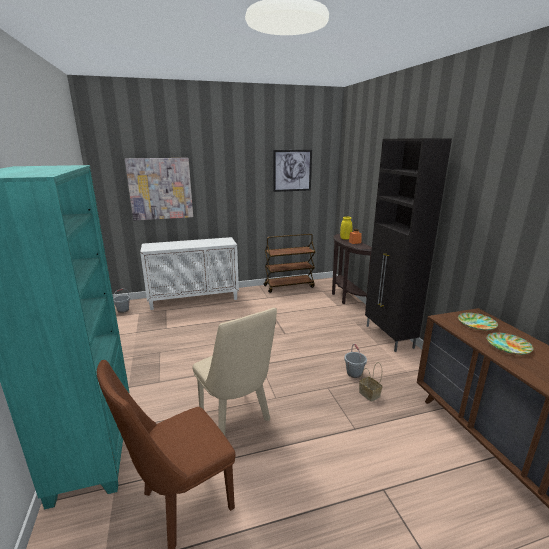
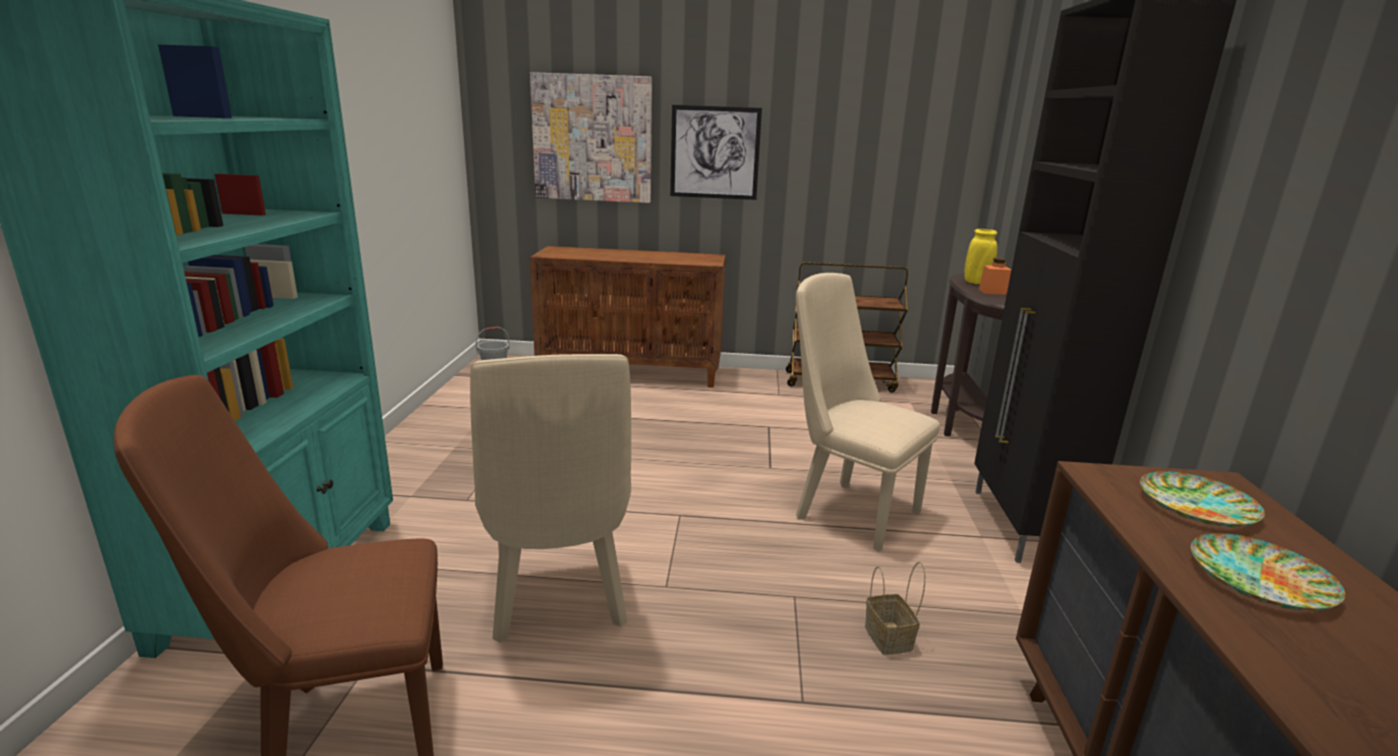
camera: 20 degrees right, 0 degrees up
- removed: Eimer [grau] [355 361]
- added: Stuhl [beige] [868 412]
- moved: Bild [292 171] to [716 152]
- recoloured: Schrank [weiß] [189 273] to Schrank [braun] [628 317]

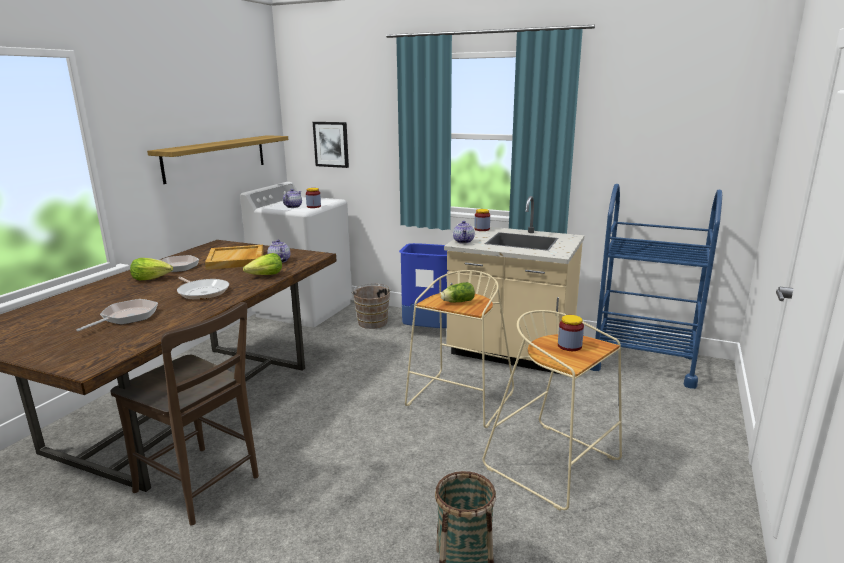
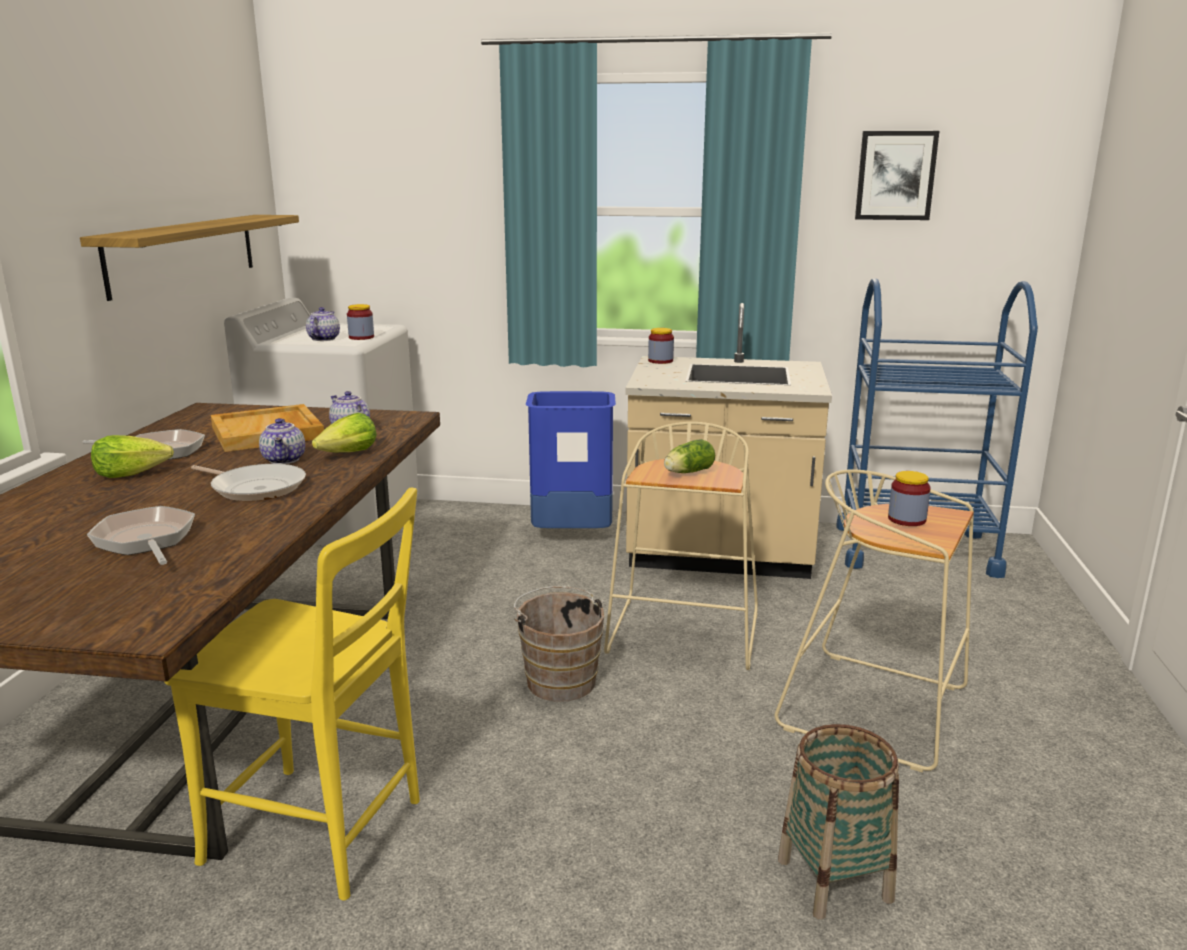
camera: 15 degrees left, 0 degrees up
- moved: Bild [331 145] to [897 175]
- moved: Eimer [braun] [371 306] to [559 644]
- moved: Teekanne [464 232] to [282 441]
- recoloured: Stuhl [braun] [184 414] to Stuhl [gelb] [292 694]
- turned: Pfanne [117 315] = [141 535] 45 degrees counterclockwise

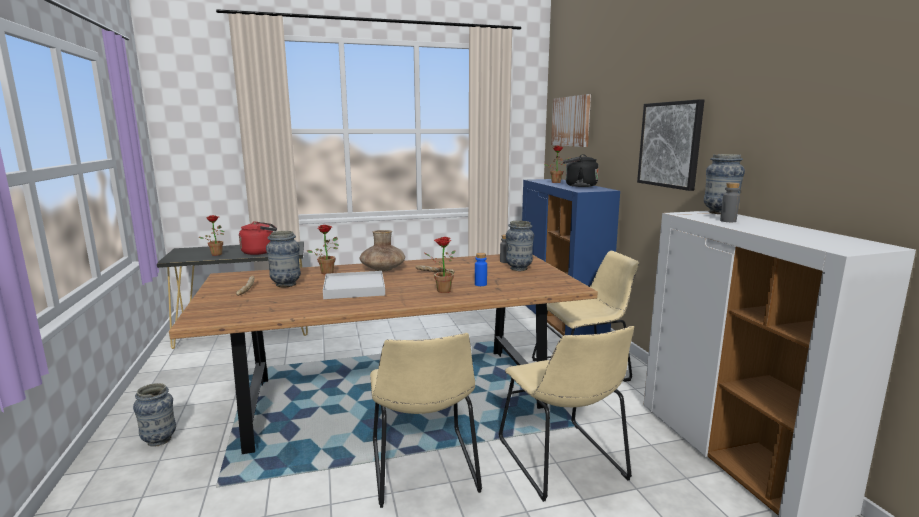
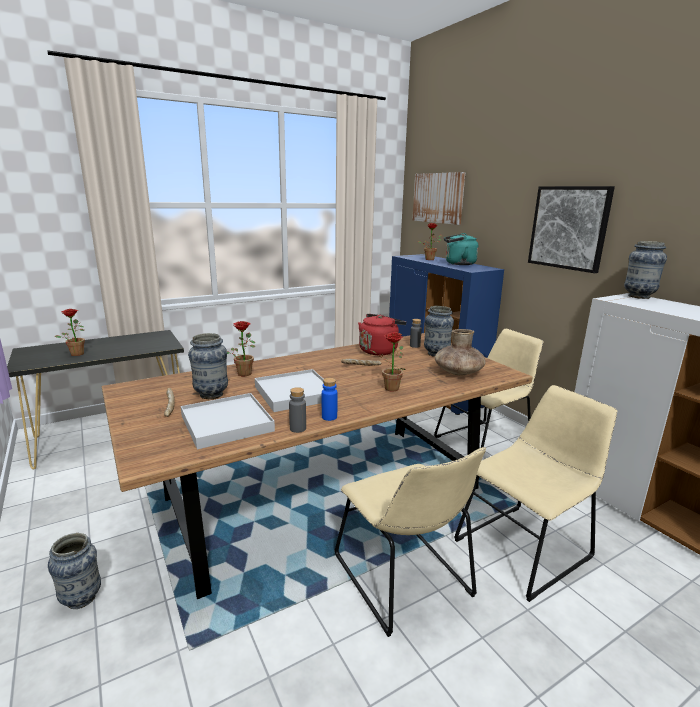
camera: 15 degrees left, 5 degrees up
- added: Tablett [weiß] [228 421]
- moved: Wasserkessel [rot] [258 238] to [382 334]
- moved: Vase [braun] [382 250] to [460 352]
- moved: Flasche [blau] [481 269] to [330 399]
- moved: Flasche [grau] [730 202] to [297 410]
- recoloured: Wasserkessel [schwarz] [581 170] to Wasserkessel [türkis] [461 249]
- turned: Stuhl [beige] [566 414] = [535 493] 90 degrees counterclockwise

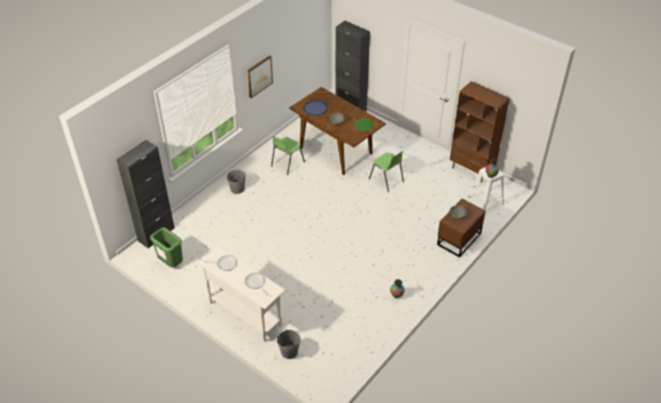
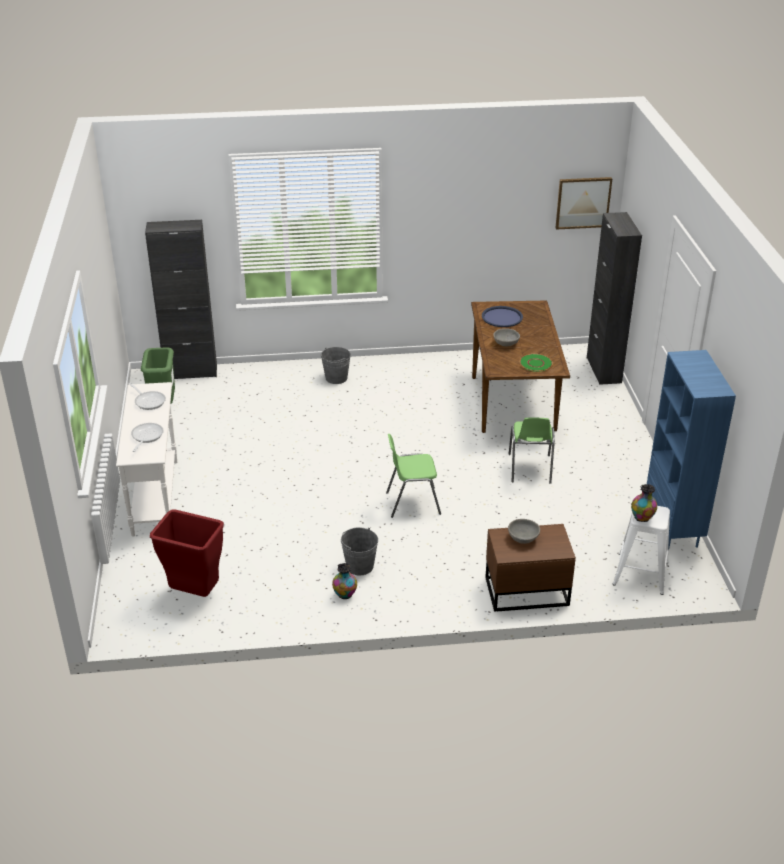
camera: 45 degrees right, 10 degrees down
- added: Mülleimer [rot] [187 553]
- moved: Bild [260 76] to [583 203]
- moved: Stuhl [grün] [288 155] to [413 476]
- moved: Eimer [grau] [288 344] to [359 551]
- recoloured: Bücherregal [braun] [480 132] to Bücherregal [blau] [691 450]

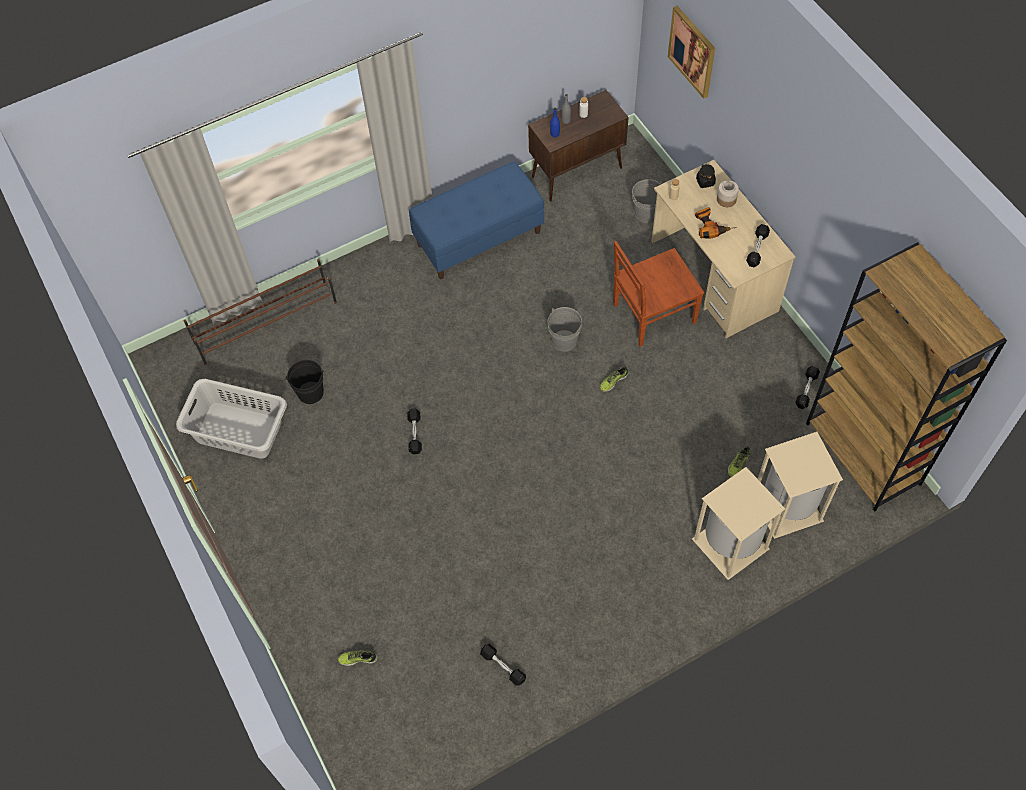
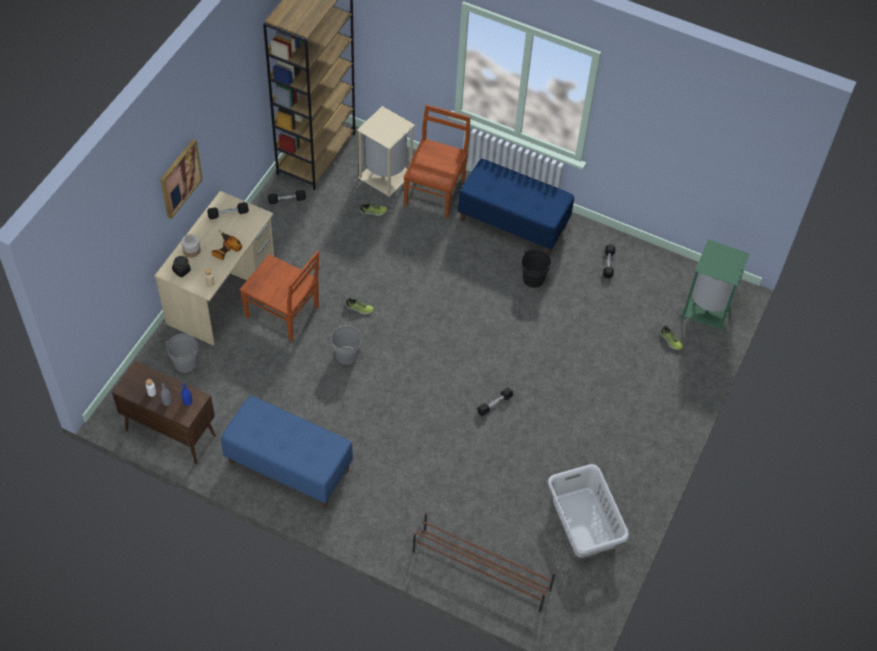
camera: 130 degrees left, 5 degrees down
- added: Bank [blau] [516 207]
- added: Mülleimer [grün] [715 284]
- moved: Eimer [schwarz] [305 382] to [536 268]
- moved: Bild [691 52] to [181 179]
- replaced: Mülleimer [beige] [738 523] to Stuhl [braun] [436 161]

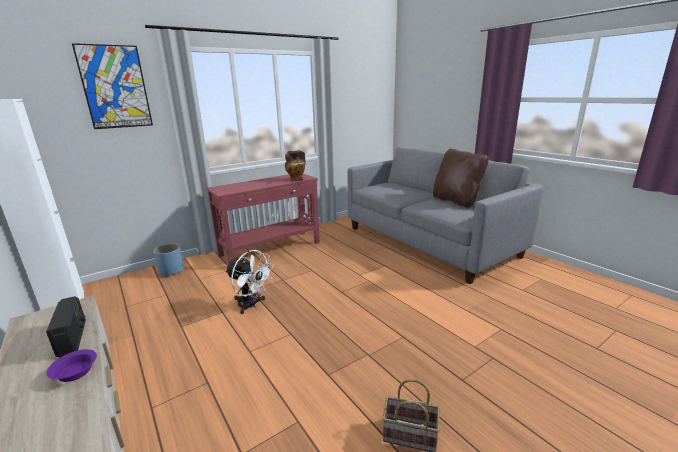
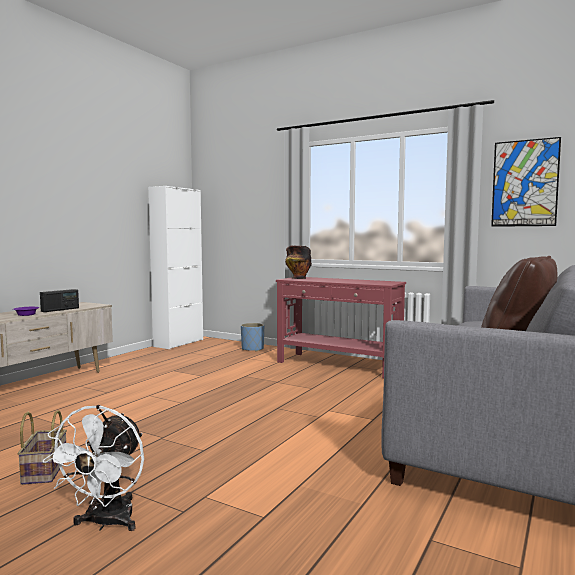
camera: 65 degrees right, 15 degrees down
- moved: Bild [112 86] to [526 182]
- moved: Ventilator [weiß] [249 282] to [93 468]
- moved: Vase [295 166] to [298 262]

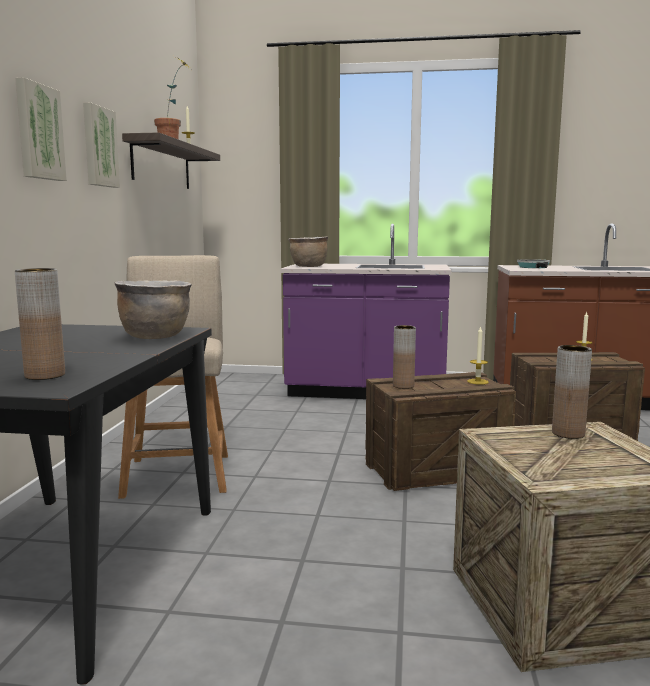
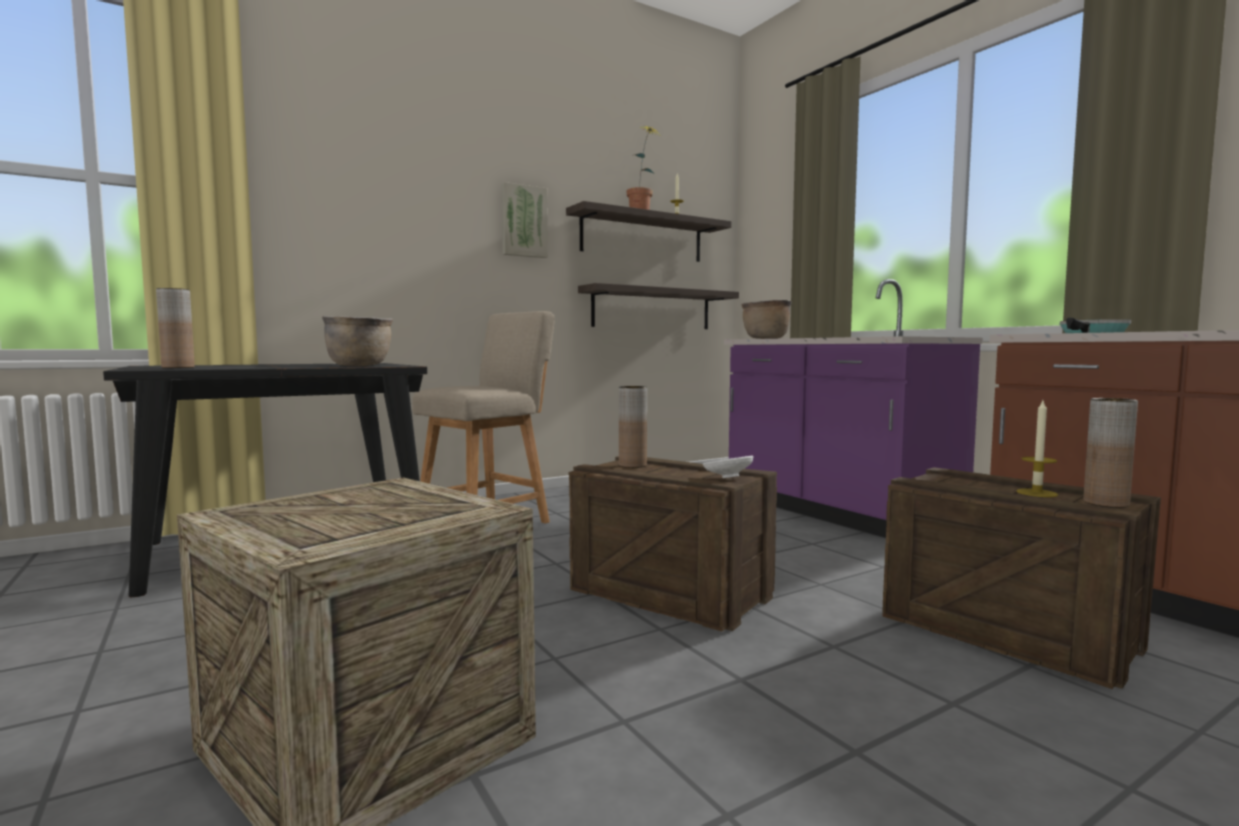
camera: 50 degrees right, 5 degrees down
- removed: Bild [41 129]
- added: Wandregal [658 306]
- moved: Vase [braun] [572 392] to [1111 453]
- replaced: Kerze [478 355] to Schüssel [weiß] [728 467]

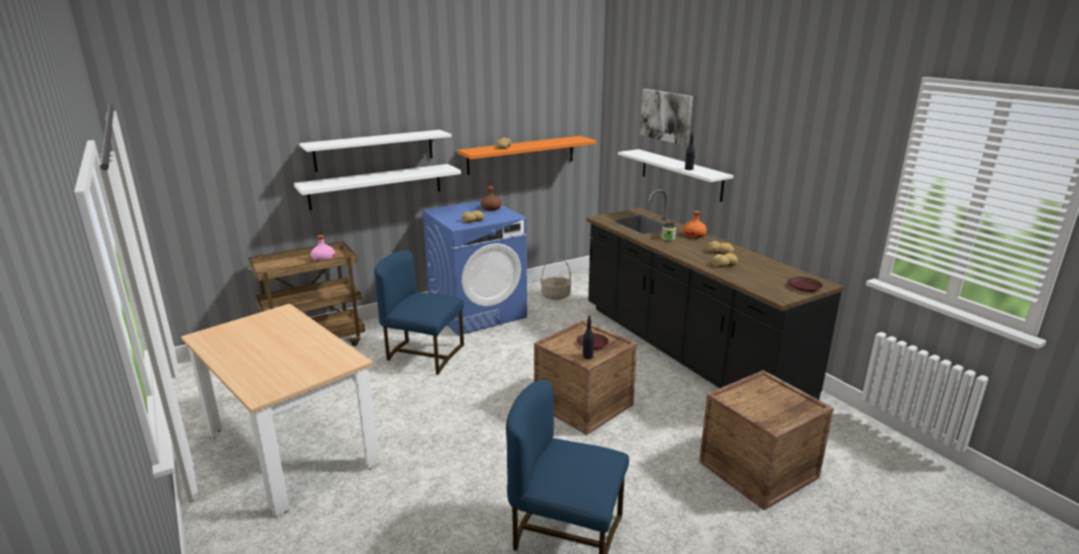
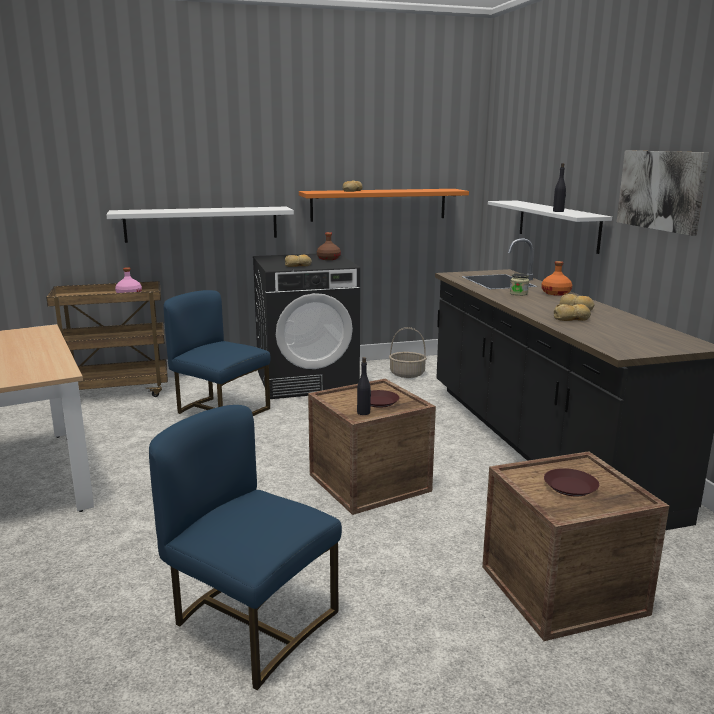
camera: 15 degrees right, 5 degrees down
- removed: Wandregal [weiß] [375 151]
- moved: Bild [666 117] to [663 193]
- moved: Teller [braun] [805 284] to [571 482]
- recoloured: Waschmaschine [blau] [474 268] to Waschmaschine [schwarz] [306 326]

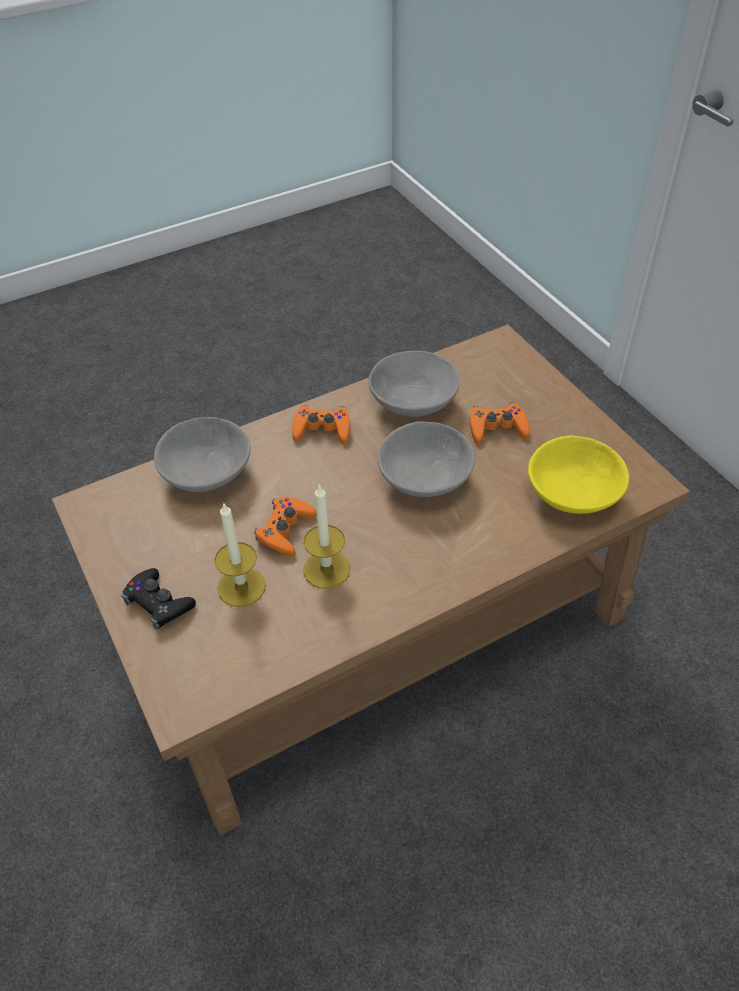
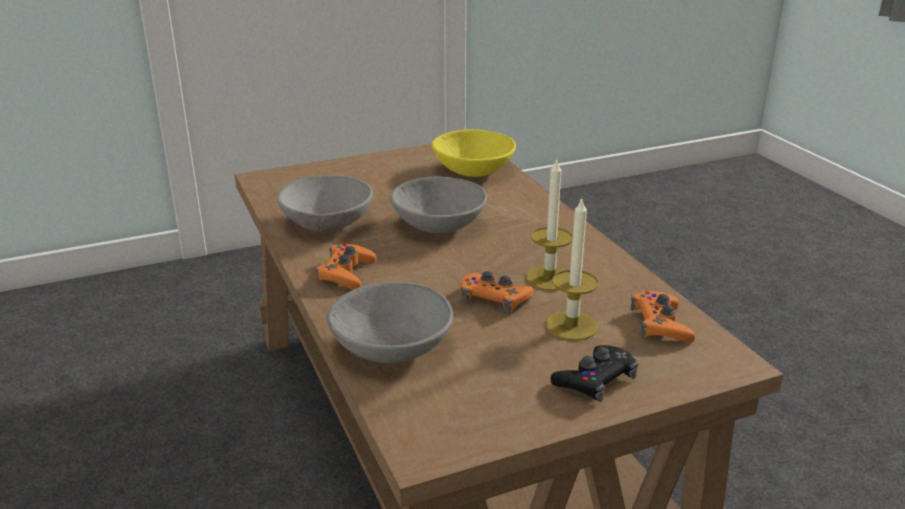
camera: 85 degrees left, 20 degrees down
- moved: Gamepad [orange] [500 423] to [663 317]

